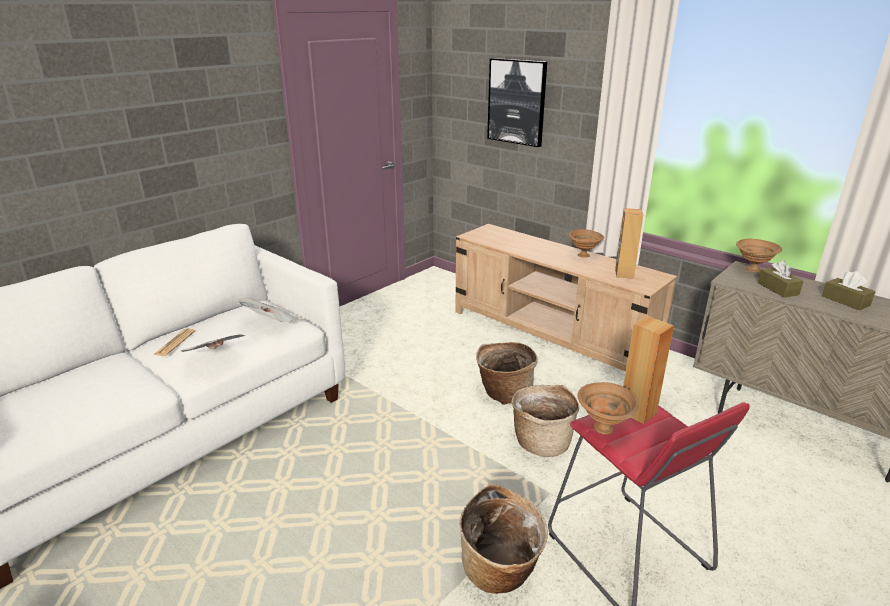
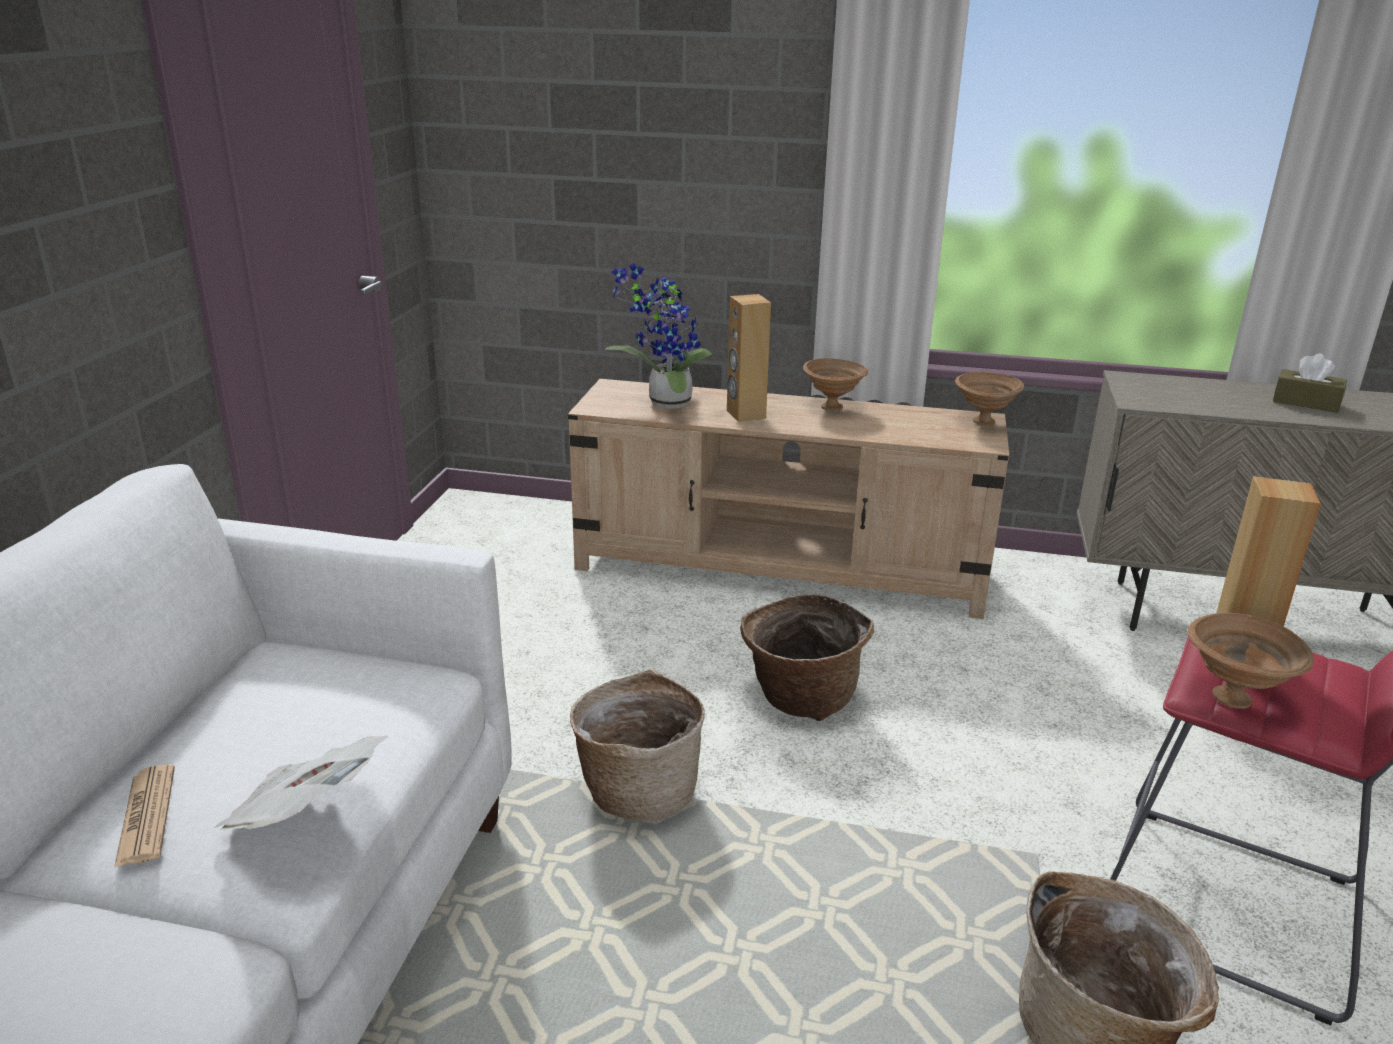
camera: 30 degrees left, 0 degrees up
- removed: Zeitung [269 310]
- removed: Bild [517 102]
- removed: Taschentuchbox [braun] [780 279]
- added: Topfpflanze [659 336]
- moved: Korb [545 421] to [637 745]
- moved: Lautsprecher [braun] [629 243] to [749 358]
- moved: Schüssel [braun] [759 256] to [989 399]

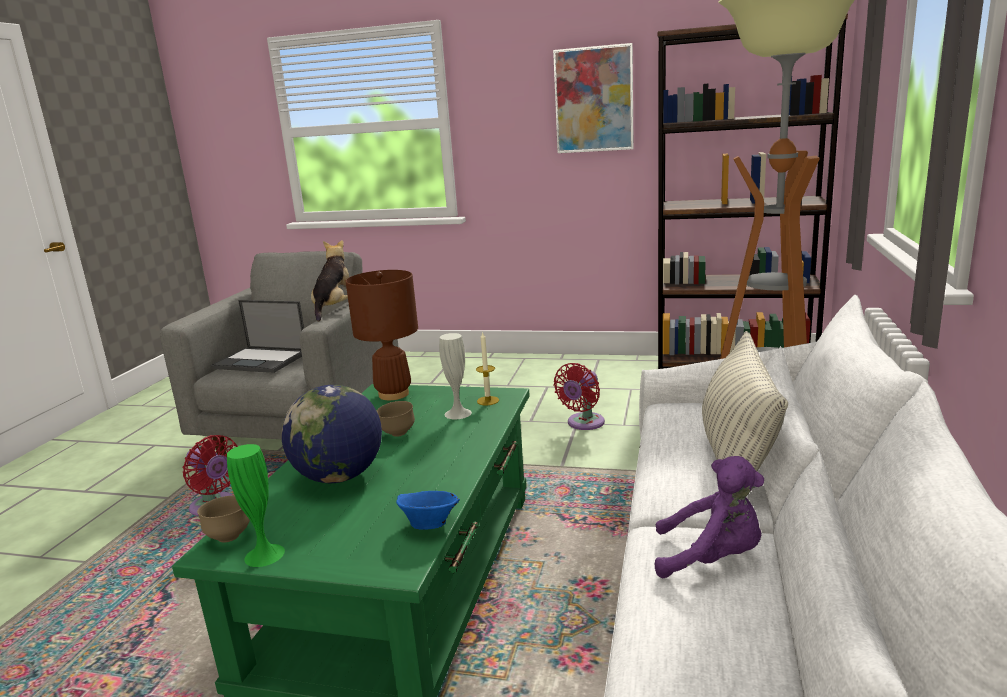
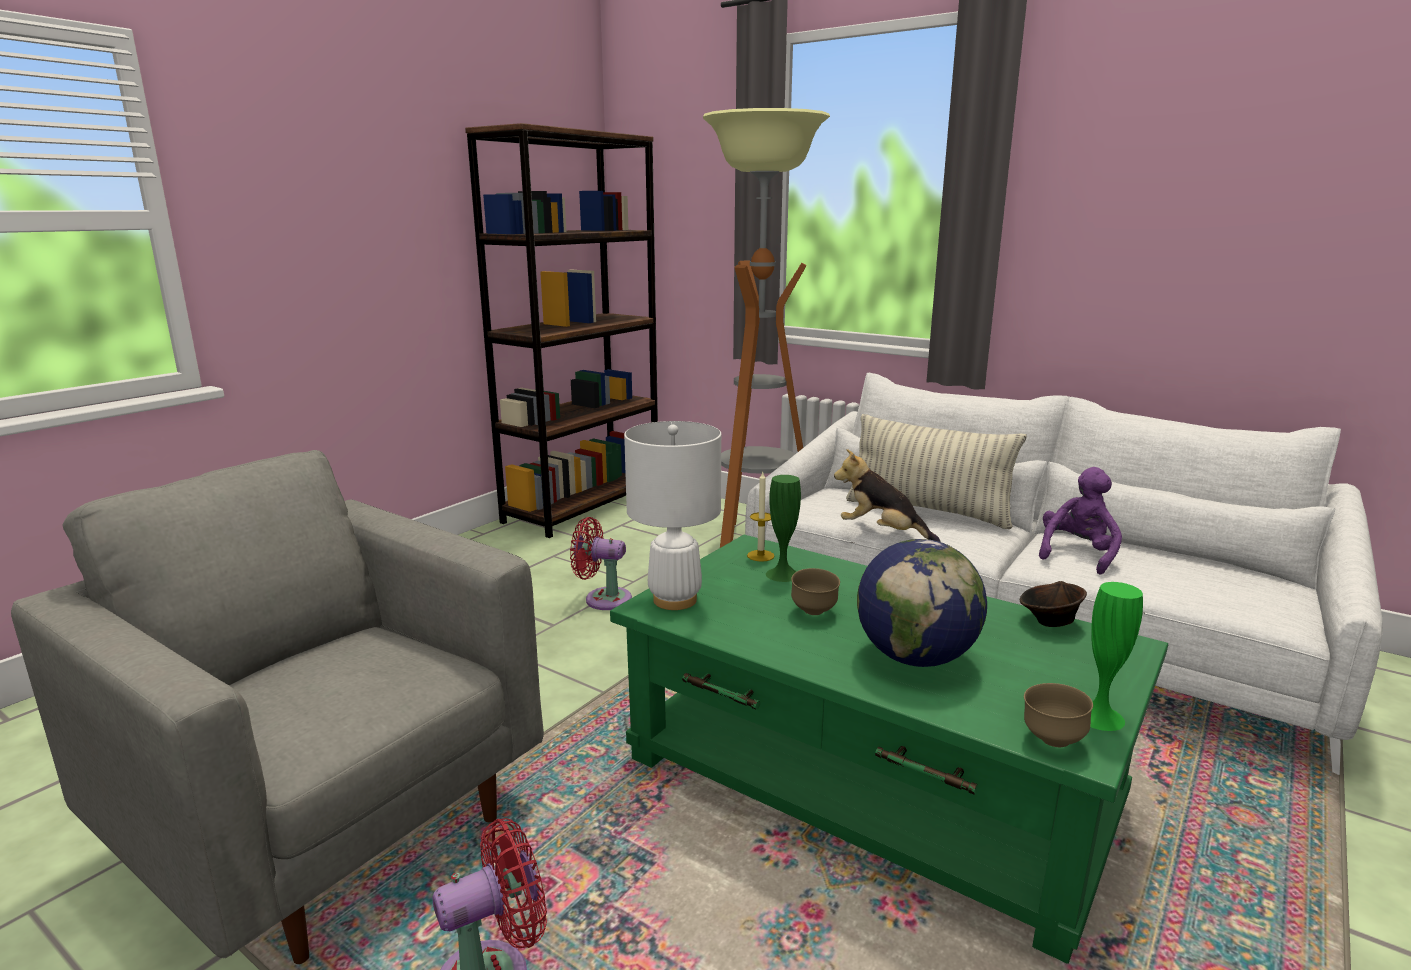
camera: 70 degrees left, 0 degrees up
- removed: Laptop [257 336]
- removed: Bild [593 98]
- moved: Plüschtier [330 281] to [887 495]
- recoloured: Tischlampe [braun] [382 335] to Tischlampe [weiß] [672 515]
- recoloured: Schüssel [blau] [428 510] to Schüssel [braun] [1053 604]
- recoloured: Vase [weiß] [455 376] to Vase [grün] [783 528]
- turned: Ventilator [rot] [579 396] = [601 563] 135 degrees clockwise

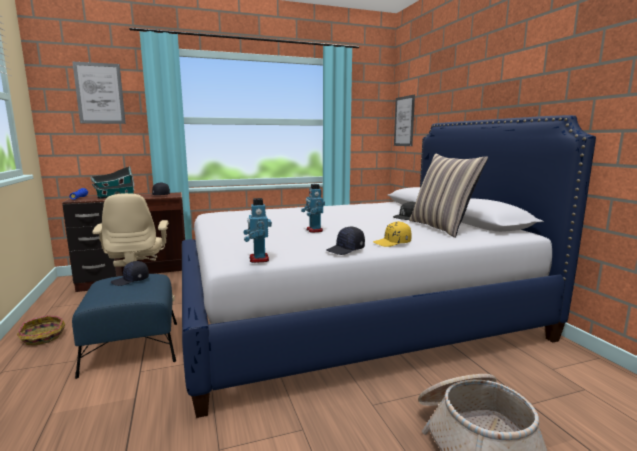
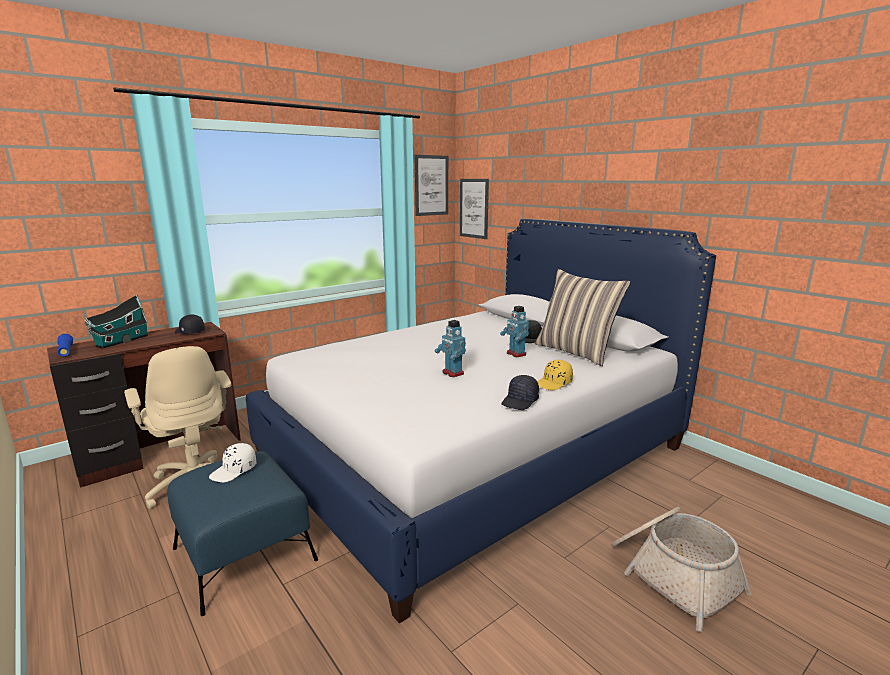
camera: 20 degrees left, 5 degrees up
- removed: Korb [41 330]
- moved: Bild [99 92] to [431 185]
- moved: Spielzeugroboter [257 230] to [514 331]
- recoloured: Kappe [schwarz] [130 273] to Kappe [weiß] [232 462]

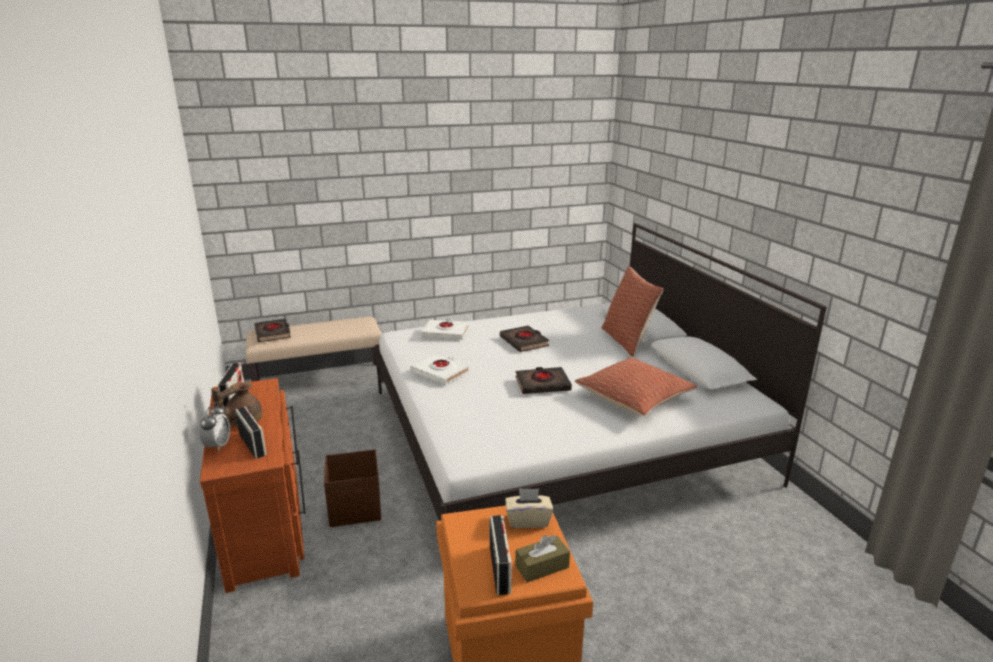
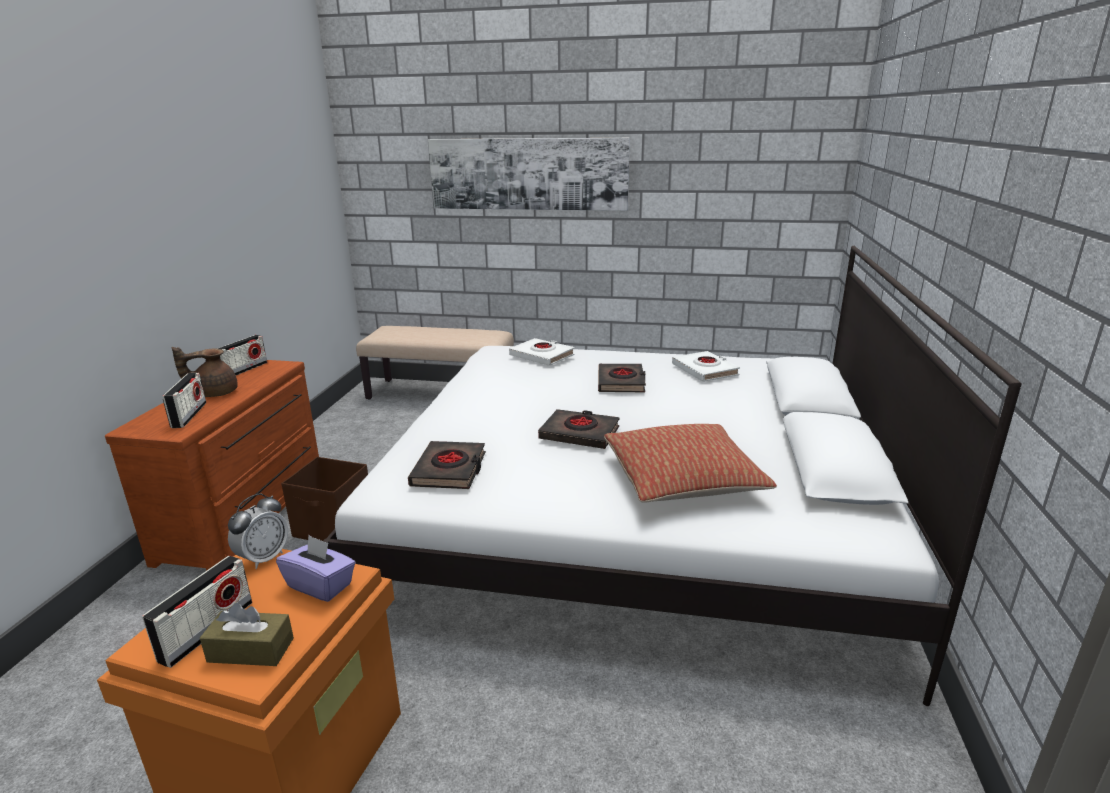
camera: 30 degrees right, 0 degrees up
- removed: Kissen [632 311]
- added: Bild [529 174]
- moved: Wecker [214 427] to [258 531]
- moved: Buch [schwarz] [272 330] to [447 465]
- moved: Buch [weiß] [440 369] to [706 366]
- recoloured: Taschentuchbox [beige] [529 508] to Taschentuchbox [lila] [316 568]

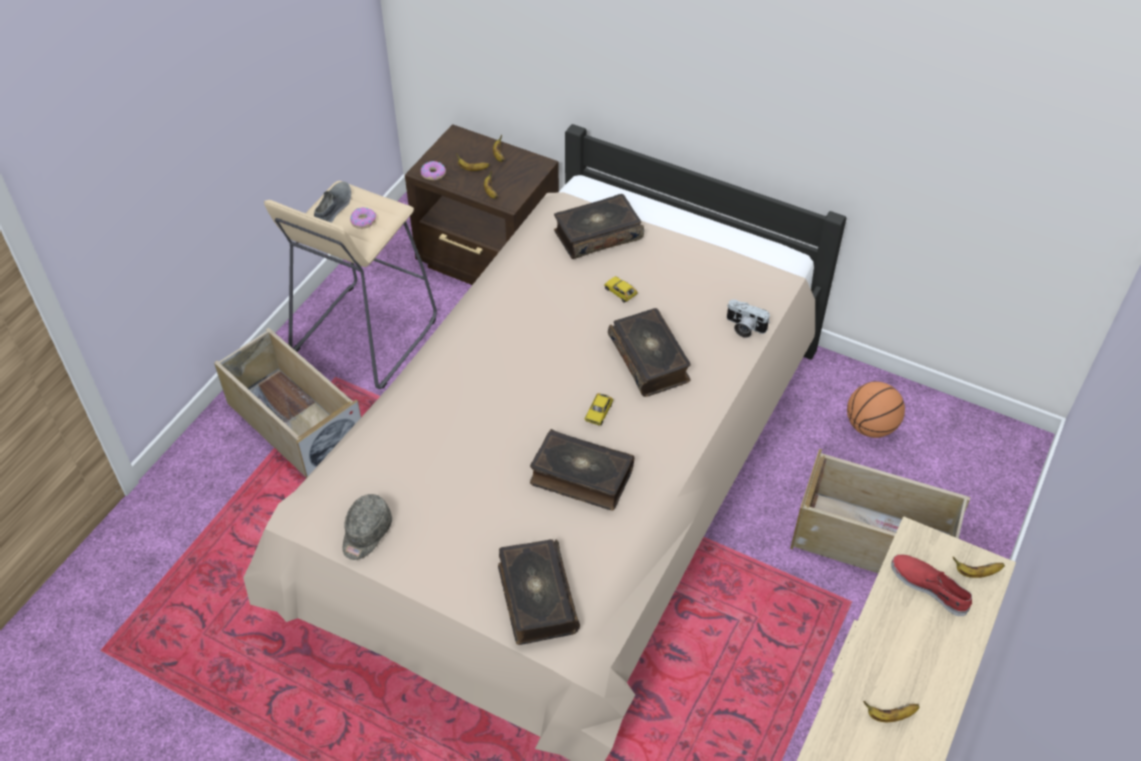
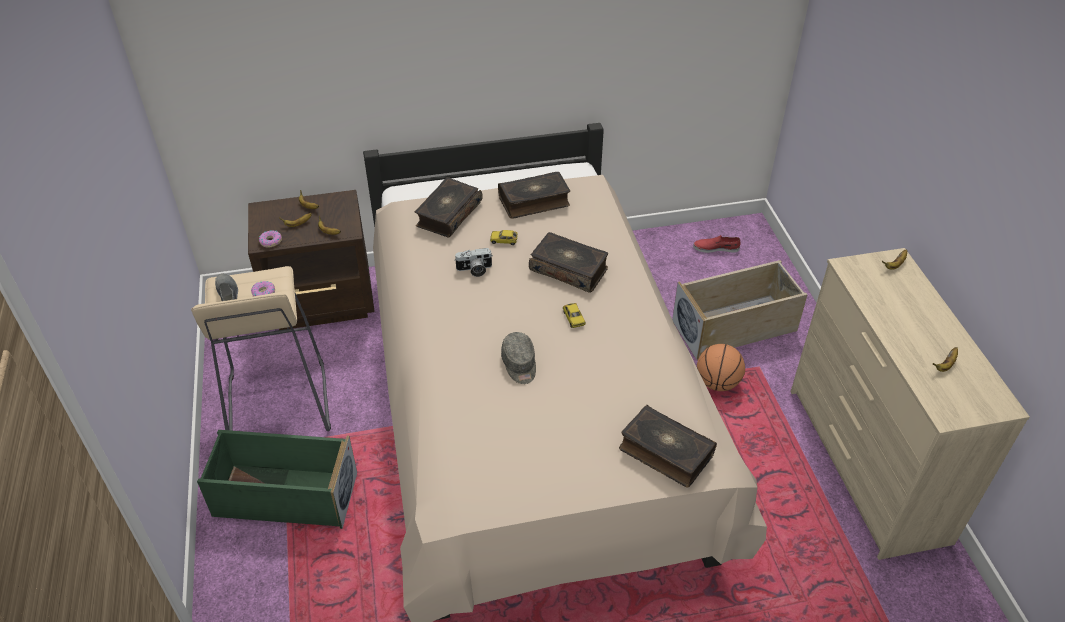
camera: 40 degrees left, 5 degrees down
- moved: Kappe [grau] [367 527] to [518 358]
- moved: Buch [582 469] to [534 195]
- moved: Kamera [748 318] to [473 262]
- moved: Basketball [876 409] to [721 367]
- moved: Schuh [rot] [931 585] to [717 244]
- recoloured: Aufbewahrungsbox [beige] [287 403] to Aufbewahrungsbox [grün] [277 479]

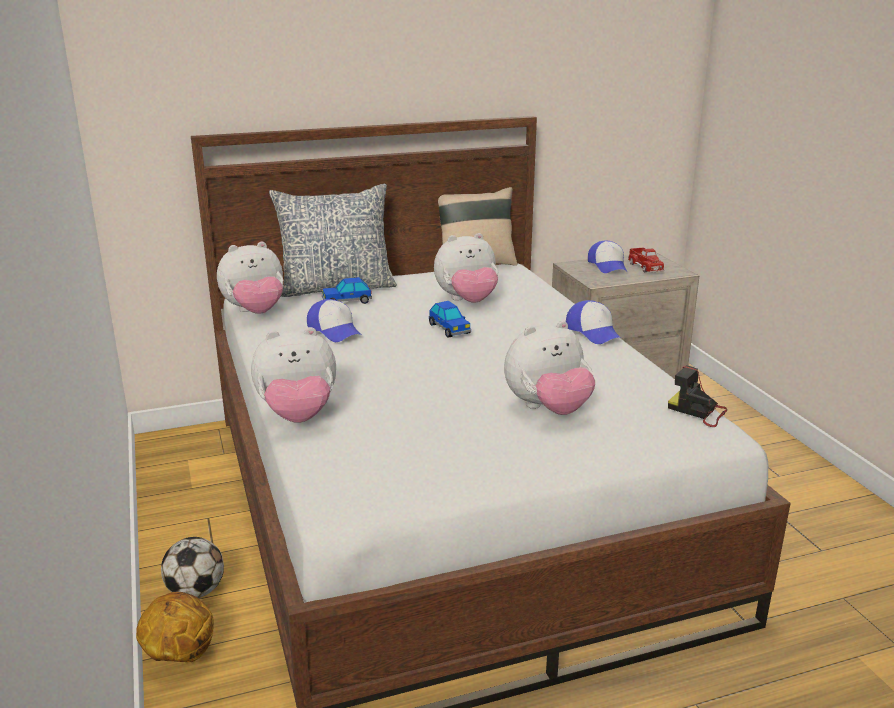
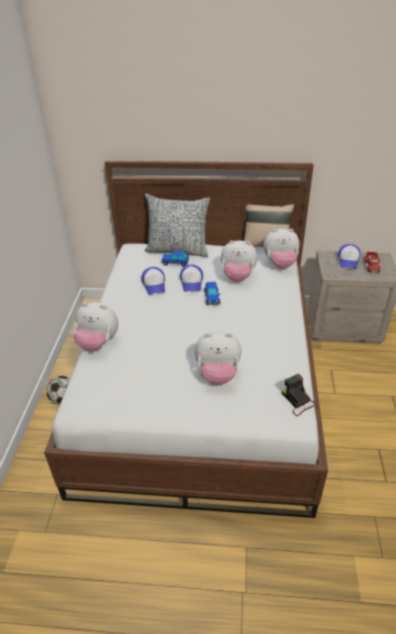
camera: 25 degrees right, 15 degrees up
- removed: Basketball [175 627]
- moved: Plüschtier [250 278] to [281 249]
- moved: Kappe [593 322] to [191 278]

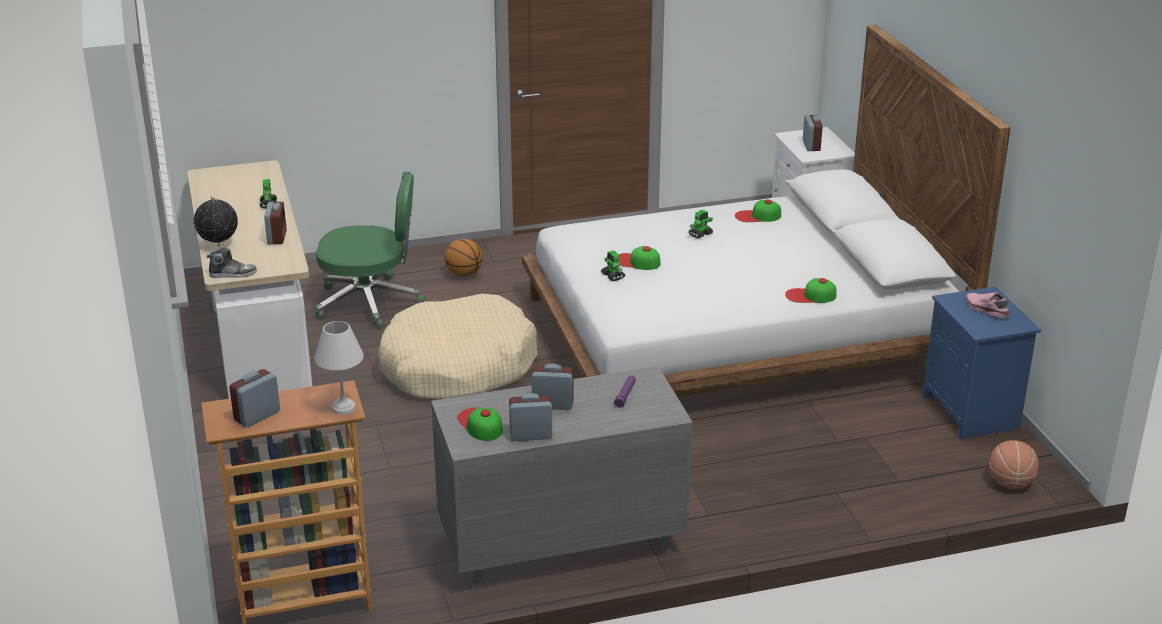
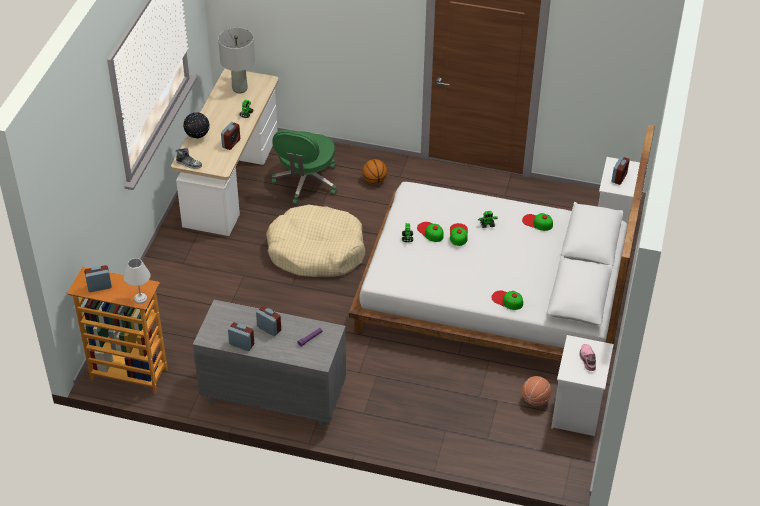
camera: 30 degrees right, 15 degrees up
- added: Tischlampe [grau] [236 60]
- moved: Kappe [480 424] to [459 234]
- moved: Basketball [1014 464] to [537 391]
- recoloured: Nachttisch [blau] [981 363] to Nachttisch [weiß] [582 385]
- turned: Bürostuhl [grün] [370 250] = [304 167] 75 degrees clockwise

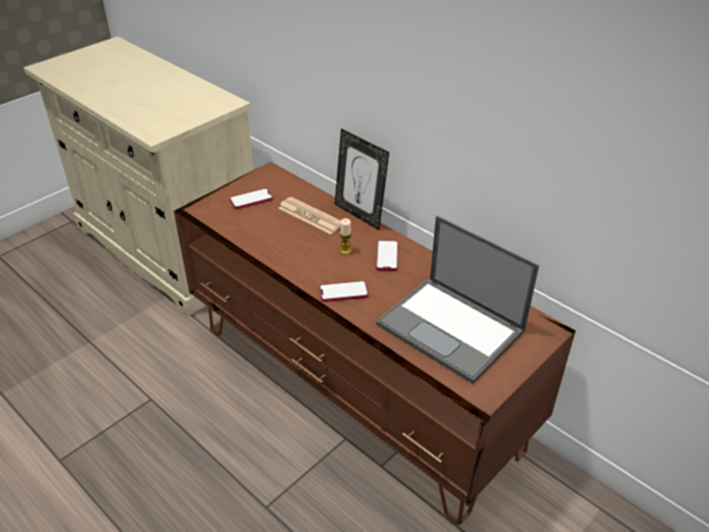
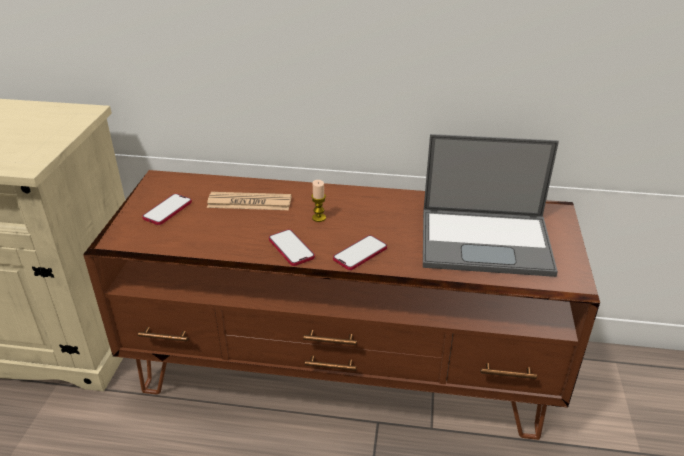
camera: 35 degrees left, 5 degrees down
- removed: Bilderrahmen [362 179]
- moved: Handy [387 255] to [292 247]

